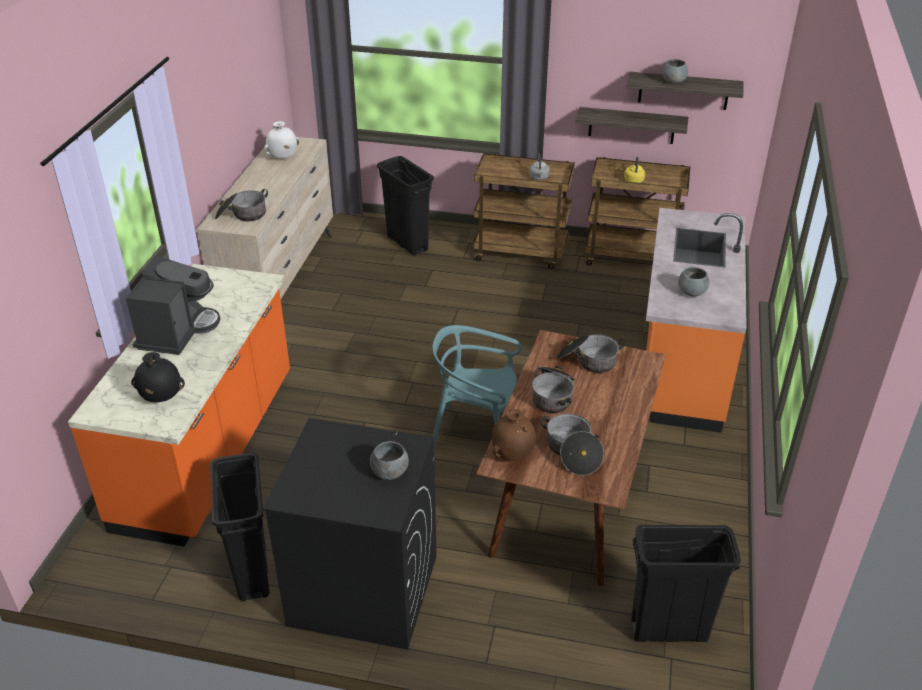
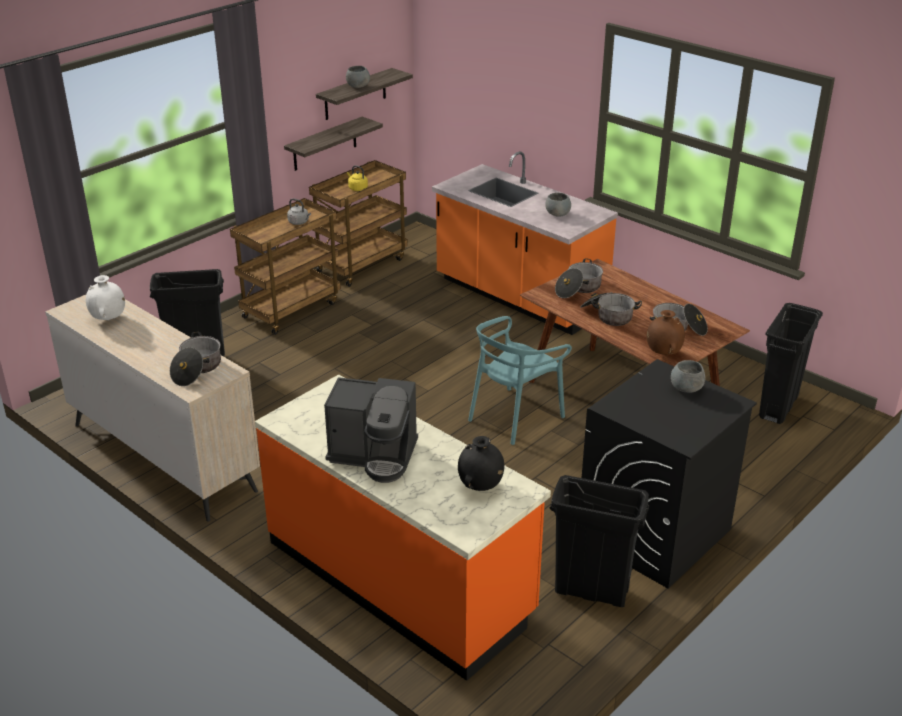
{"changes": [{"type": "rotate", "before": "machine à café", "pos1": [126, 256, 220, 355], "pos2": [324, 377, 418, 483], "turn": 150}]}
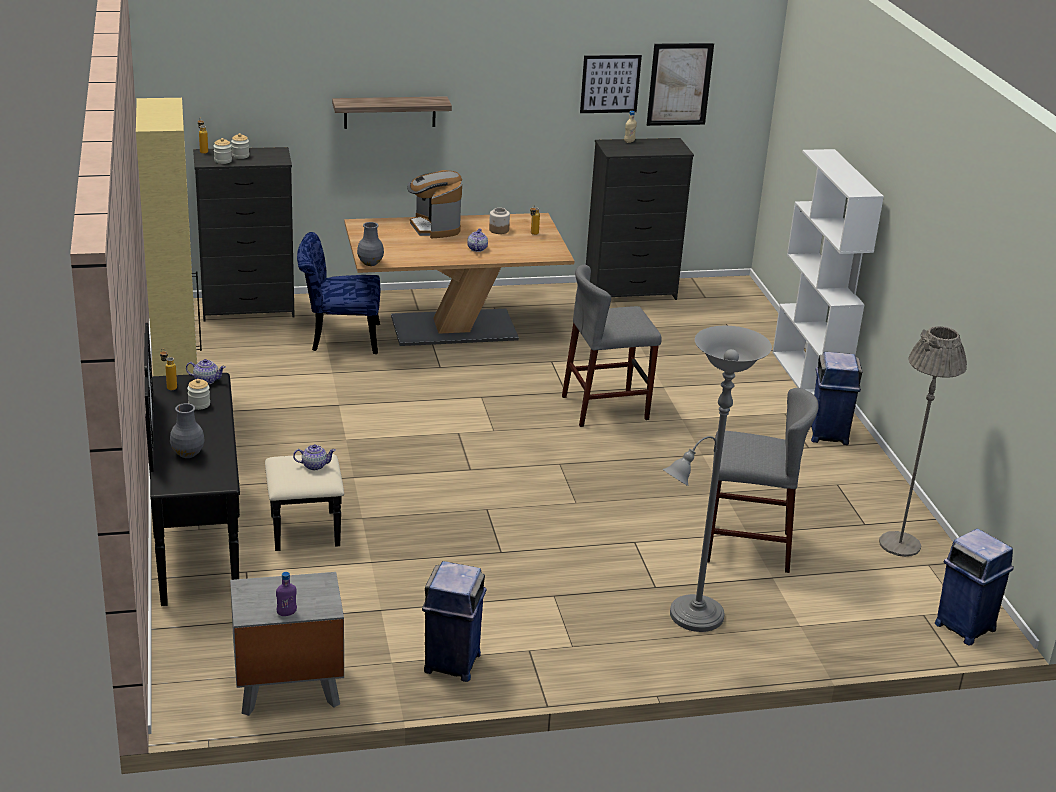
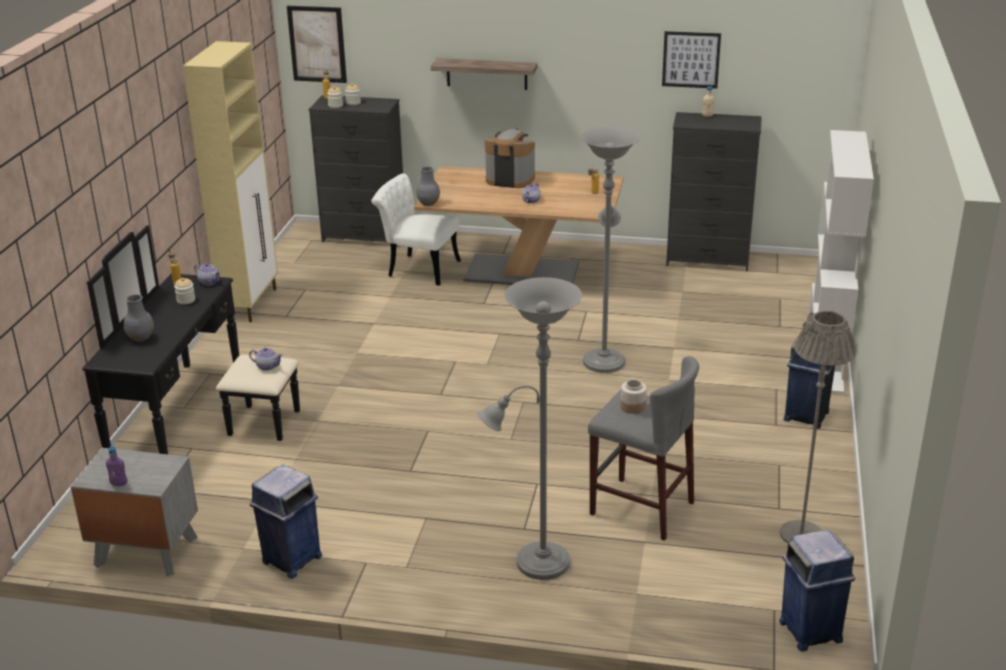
{"changes": [{"type": "recolor", "before": "chaise [bleu]", "after": "chaise [blanc]", "pos1": [297, 232, 380, 354], "pos2": [371, 173, 461, 286]}, {"type": "rotate", "before": "machine à café", "pos1": [407, 170, 462, 238], "pos2": [485, 128, 535, 188], "turn": 105}, {"type": "move", "before": "bocal", "pos1": [489, 208, 510, 234], "pos2": [620, 380, 647, 414]}, {"type": "replace", "before": "tabouret [gris]", "after": "lampadaire [gris]", "pos1": [562, 265, 662, 427], "pos2": [581, 127, 640, 373]}, {"type": "move", "before": "tableau", "pos1": [647, 43, 714, 126], "pos2": [287, 6, 347, 83]}]}
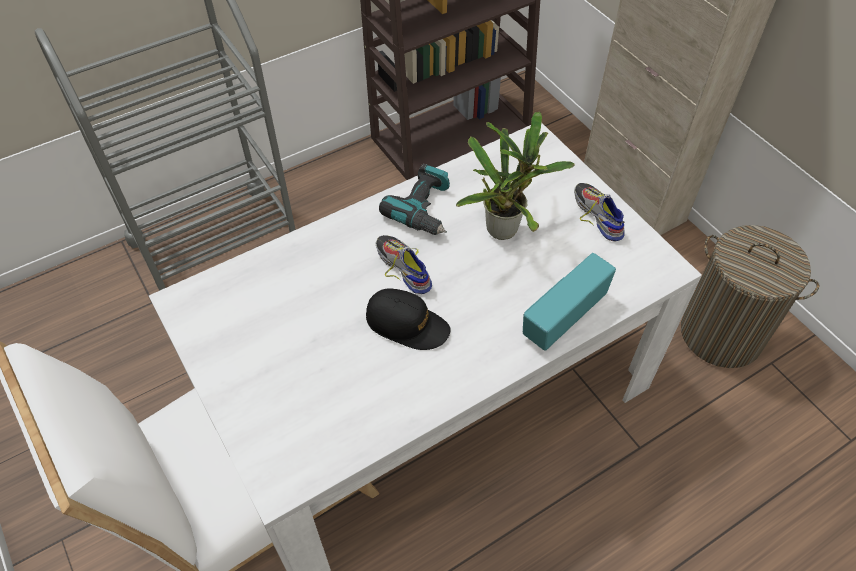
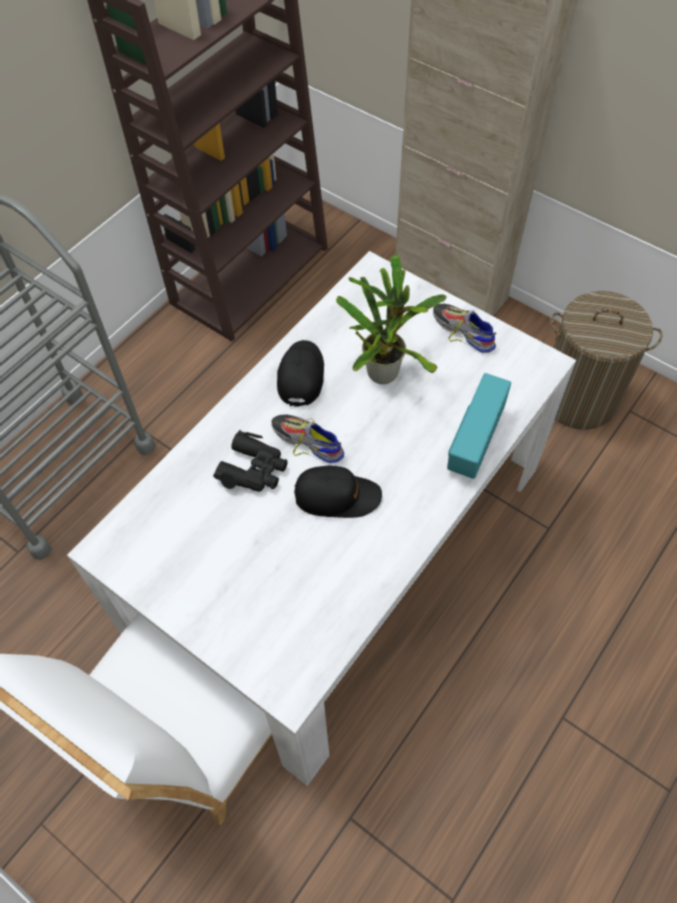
{"changes": [{"type": "replace", "before": "perceuse", "after": "casquette [noir]", "pos1": [379, 164, 450, 235], "pos2": [277, 340, 324, 407]}, {"type": "insert", "after": "jumelles [noir]", "pos2": [213, 430, 288, 492]}]}
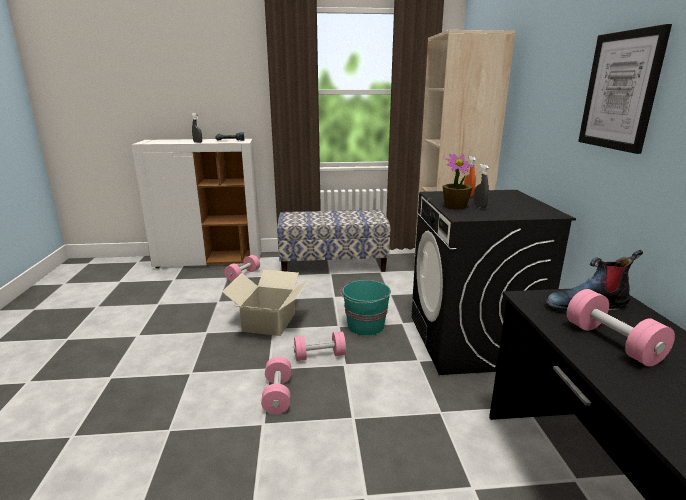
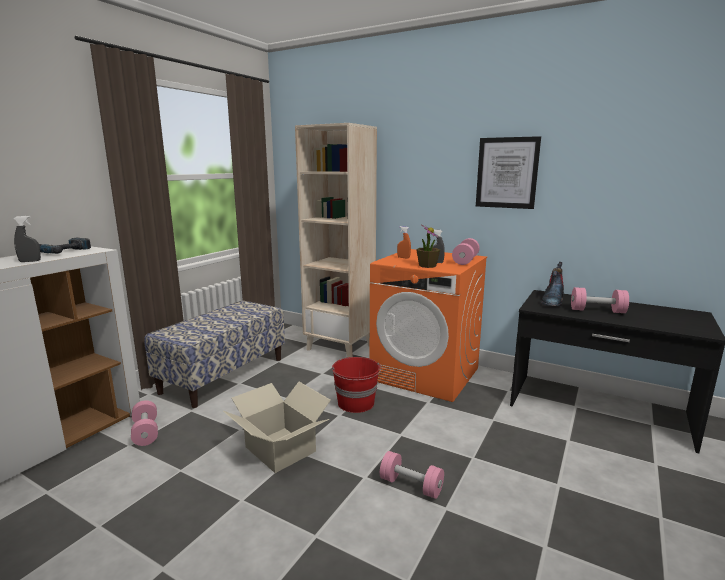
{"changes": [{"type": "move", "before": "haltère [rose]", "pos1": [294, 332, 346, 361], "pos2": [452, 238, 480, 265]}, {"type": "recolor", "before": "seau [turquoise]", "after": "seau [rouge]", "pos1": [340, 280, 391, 336], "pos2": [332, 357, 381, 413]}, {"type": "recolor", "before": "lave-linge [noir]", "after": "lave-linge [orange]", "pos1": [411, 190, 576, 375], "pos2": [370, 249, 487, 402]}]}
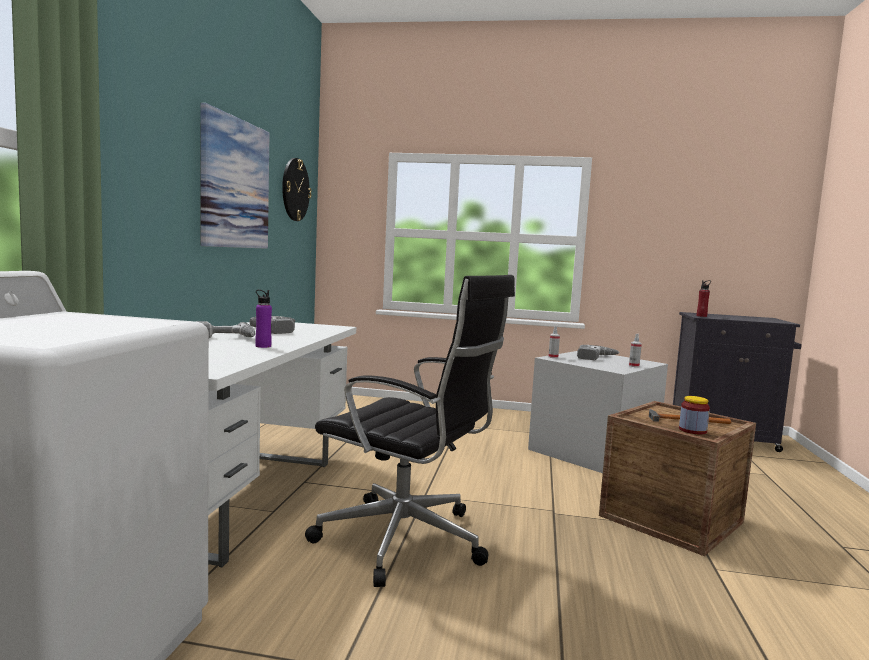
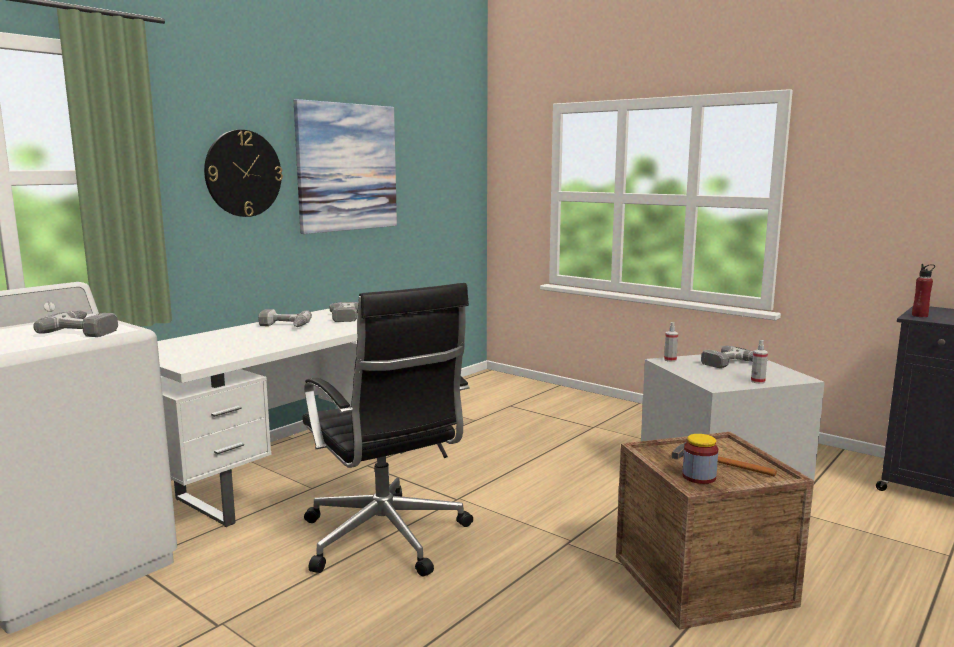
{"changes": [{"type": "delete", "before": "bouteille [violet]", "pos1": [255, 290, 272, 348]}, {"type": "move", "before": "horloge murale", "pos1": [282, 158, 311, 221], "pos2": [204, 130, 283, 217]}, {"type": "insert", "after": "perceuse", "pos2": [33, 311, 118, 337]}]}
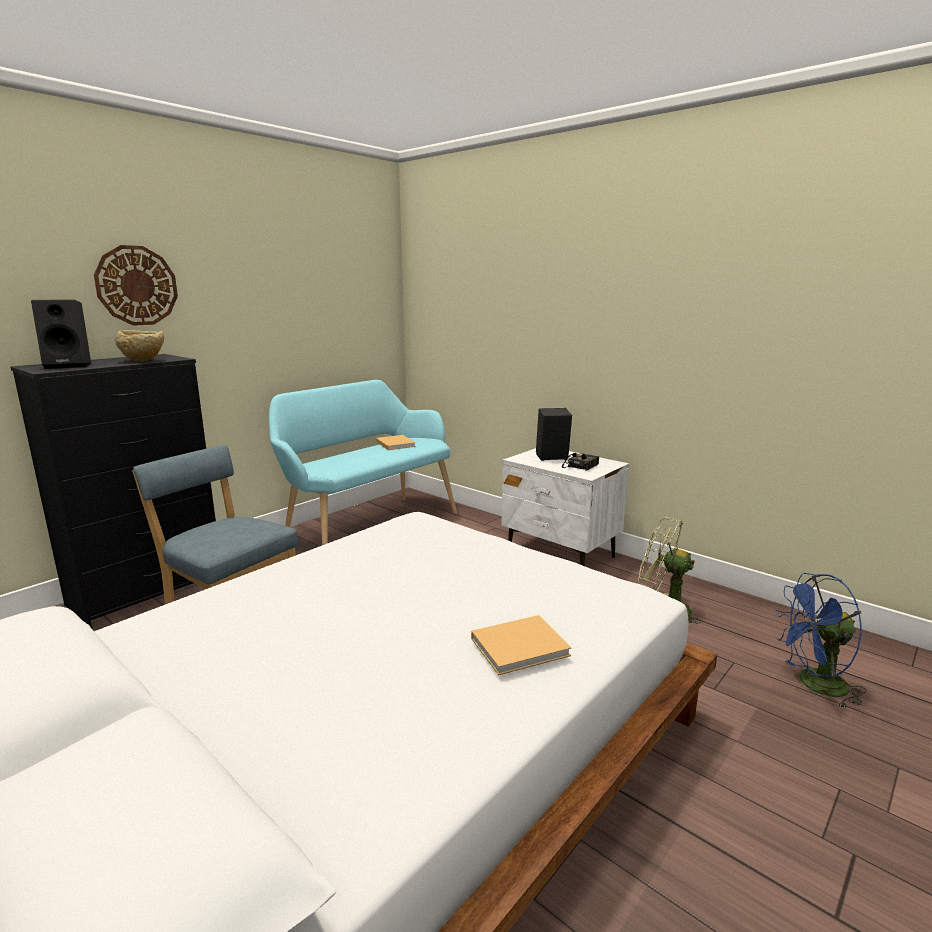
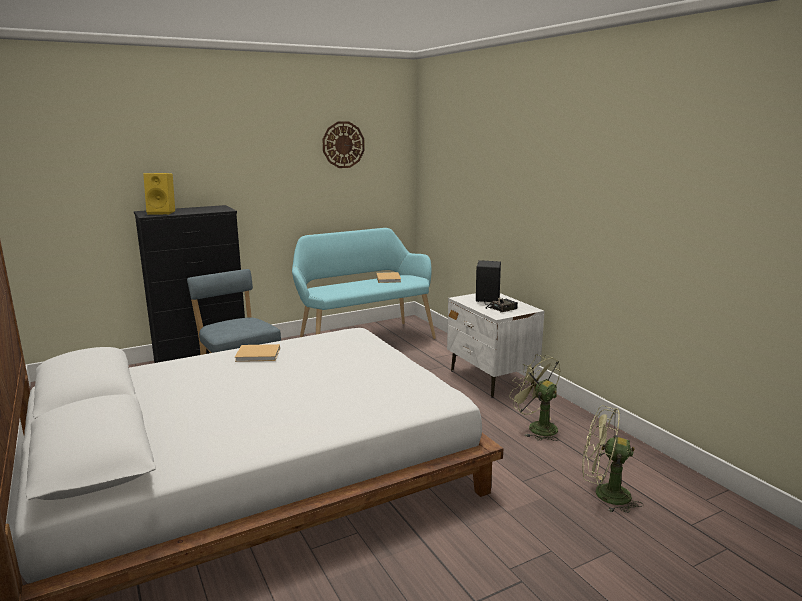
{"changes": [{"type": "recolor", "before": "enceinte [noir]", "after": "enceinte [jaune]", "pos1": [31, 299, 91, 369], "pos2": [143, 173, 175, 215]}, {"type": "move", "before": "horloge murale", "pos1": [94, 245, 178, 326], "pos2": [322, 121, 365, 168]}, {"type": "delete", "before": "bol [beige]", "pos1": [115, 330, 164, 361]}, {"type": "move", "before": "livre [beige]", "pos1": [471, 615, 571, 675], "pos2": [235, 344, 280, 362]}, {"type": "recolor", "before": "ventilateur [bleu]", "after": "ventilateur [vert]", "pos1": [775, 573, 867, 708], "pos2": [582, 405, 643, 513]}]}
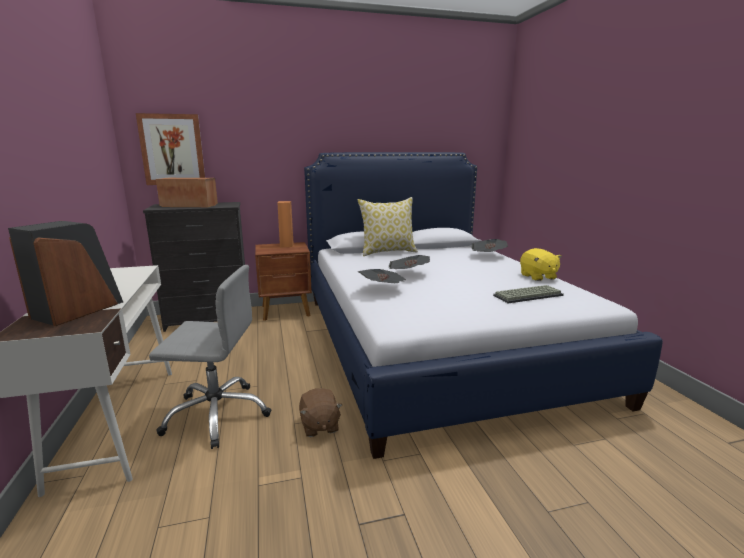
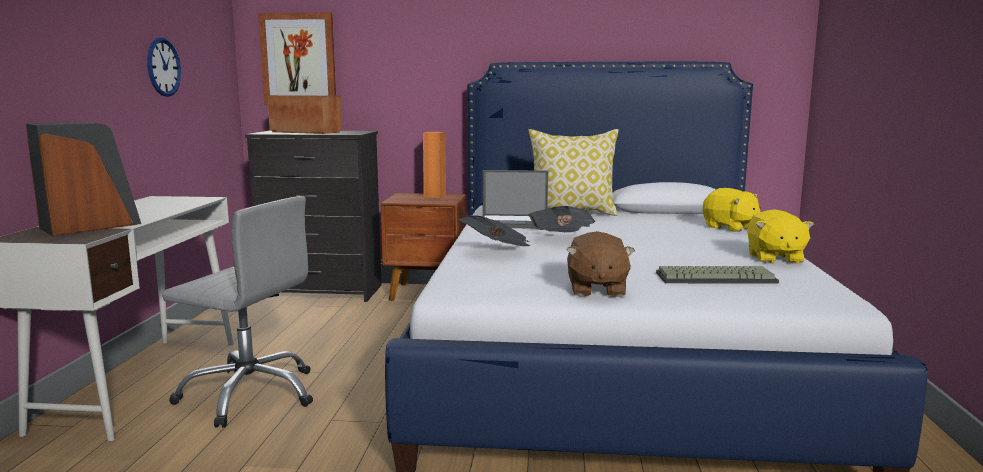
{"changes": [{"type": "move", "before": "peluche [marron]", "pos1": [299, 388, 342, 437], "pos2": [567, 231, 635, 297]}, {"type": "replace", "before": "journal", "after": "peluche [jaune]", "pos1": [472, 239, 508, 252], "pos2": [703, 188, 761, 232]}, {"type": "insert", "after": "horloge murale", "pos2": [147, 38, 181, 97]}, {"type": "insert", "after": "ordinateur portable", "pos2": [482, 170, 548, 229]}]}
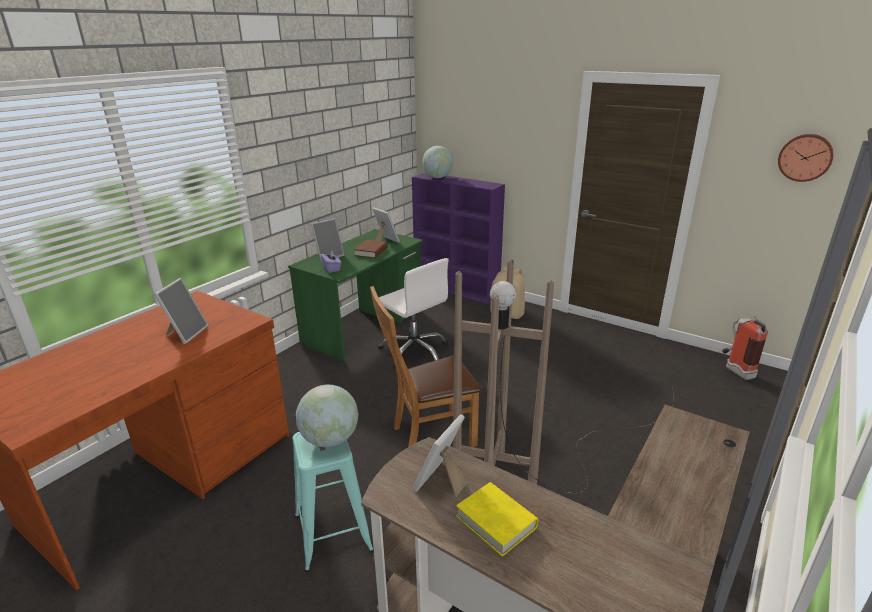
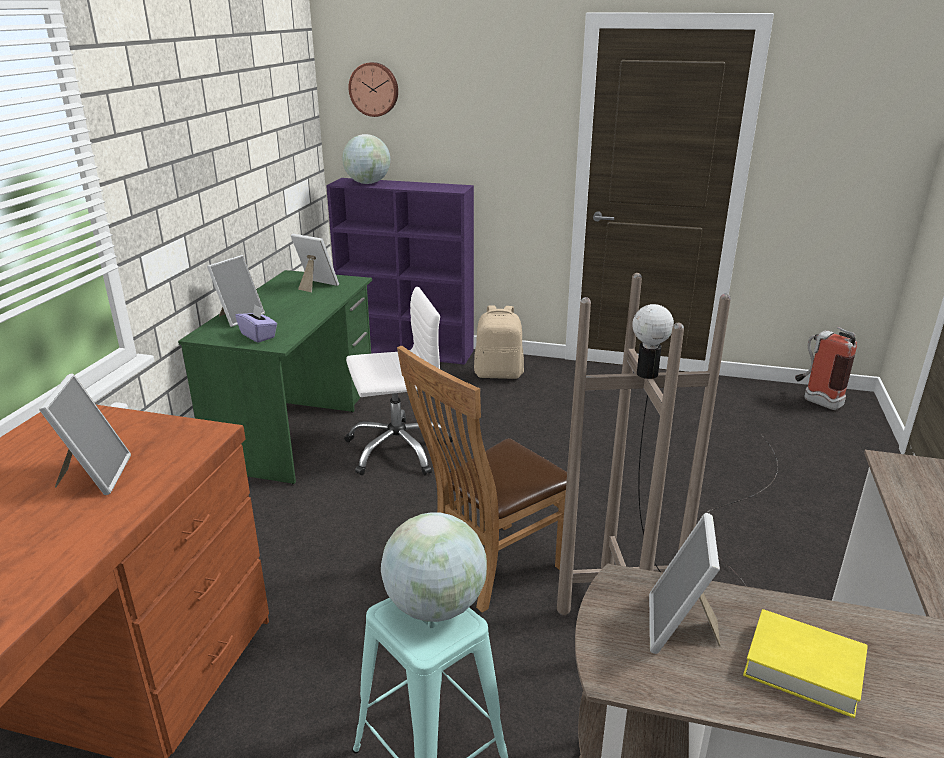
{"changes": [{"type": "delete", "before": "livre [marron]", "pos1": [354, 240, 388, 258]}, {"type": "rotate", "before": "chaise de bureau [blanc]", "pos1": [378, 258, 448, 369], "pos2": [344, 287, 453, 475], "turn": -45}, {"type": "move", "before": "horloge murale", "pos1": [778, 134, 834, 182], "pos2": [348, 62, 398, 117]}]}
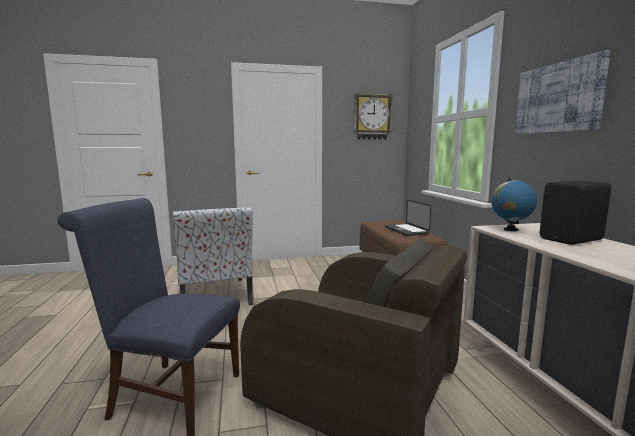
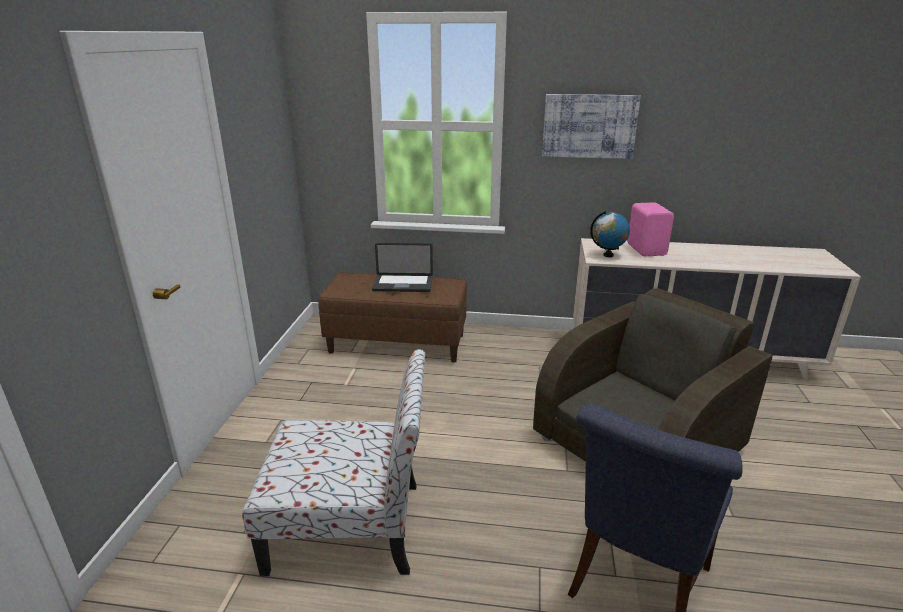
{"changes": [{"type": "delete", "before": "horloge murale", "pos1": [354, 93, 393, 140]}, {"type": "recolor", "before": "enceinte [noir]", "after": "enceinte [rose]", "pos1": [539, 181, 611, 245], "pos2": [627, 202, 674, 256]}]}
